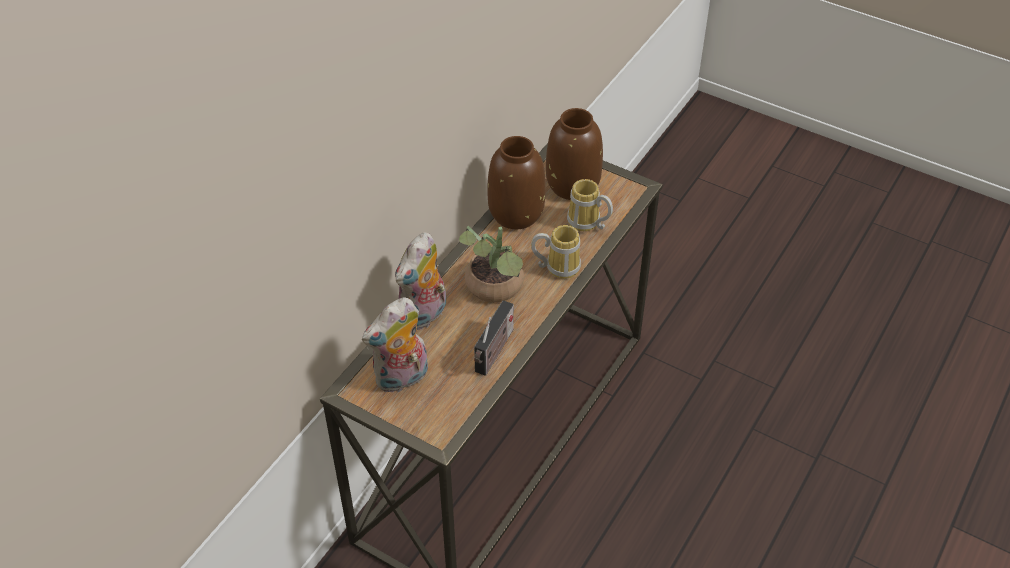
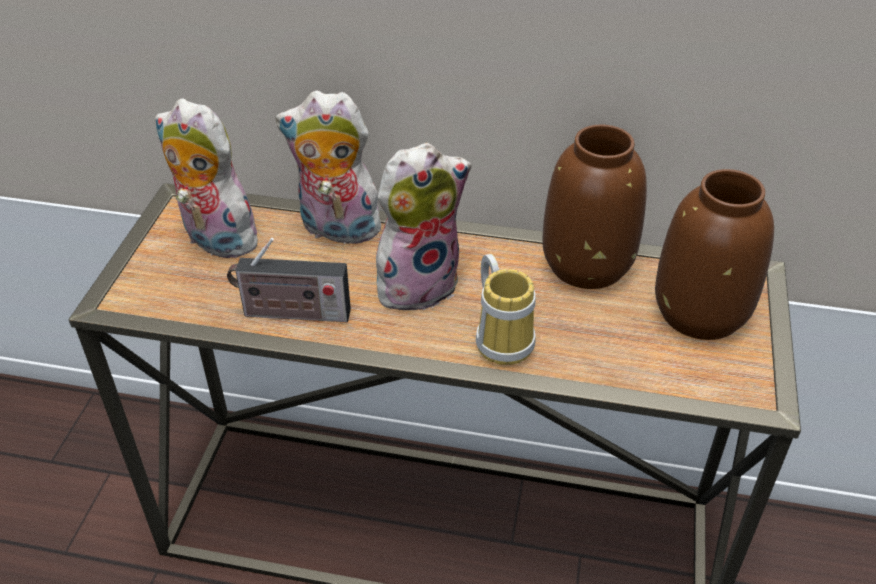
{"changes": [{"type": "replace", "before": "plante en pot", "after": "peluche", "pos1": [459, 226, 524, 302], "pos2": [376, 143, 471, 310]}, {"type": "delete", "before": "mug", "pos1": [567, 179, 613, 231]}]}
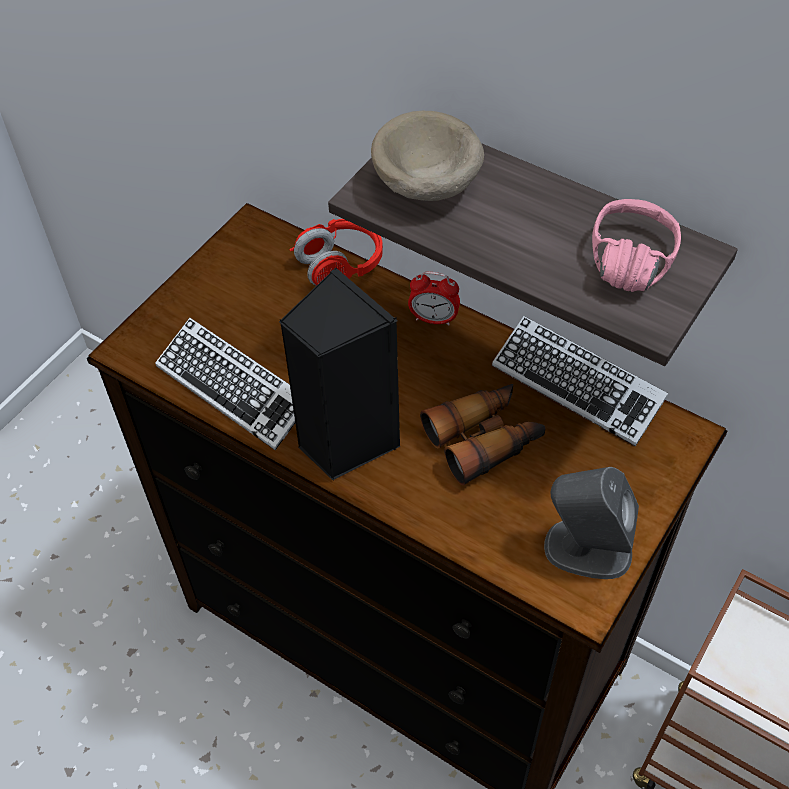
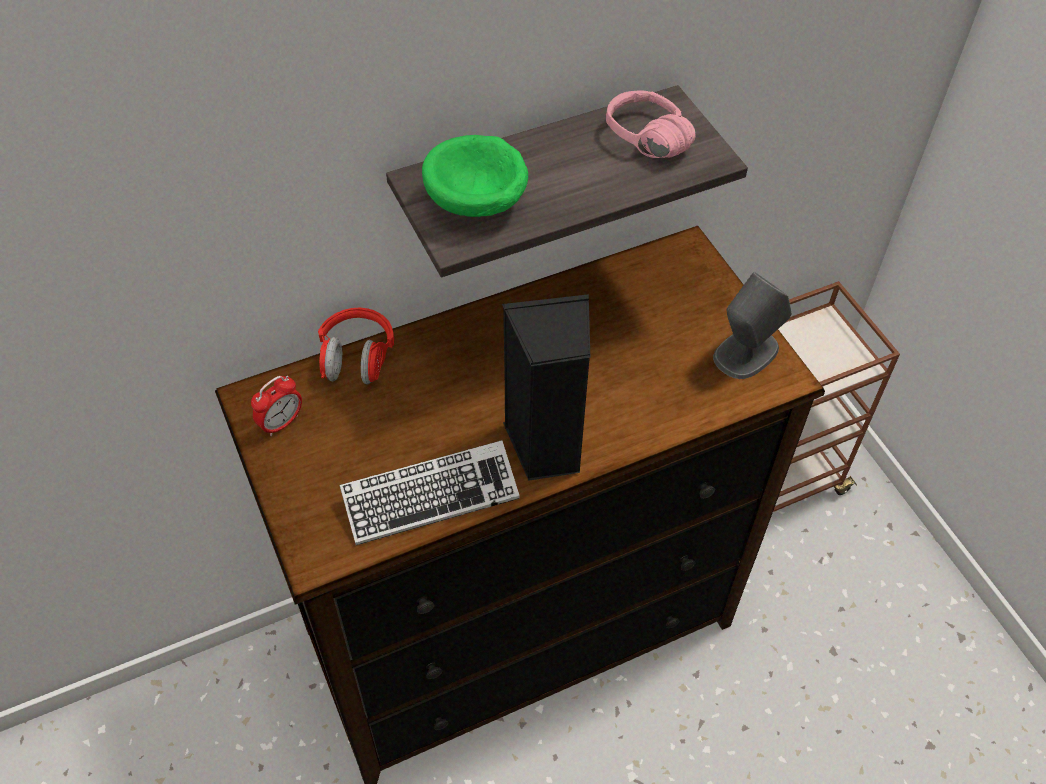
{"changes": [{"type": "recolor", "before": "bol [beige]", "after": "bol [vert]", "pos1": [371, 111, 484, 201], "pos2": [422, 135, 528, 217]}, {"type": "move", "before": "réveil", "pos1": [408, 272, 460, 325], "pos2": [251, 376, 302, 436]}, {"type": "delete", "before": "jumelles", "pos1": [420, 384, 546, 485]}, {"type": "delete", "before": "clavier", "pos1": [492, 316, 668, 447]}]}
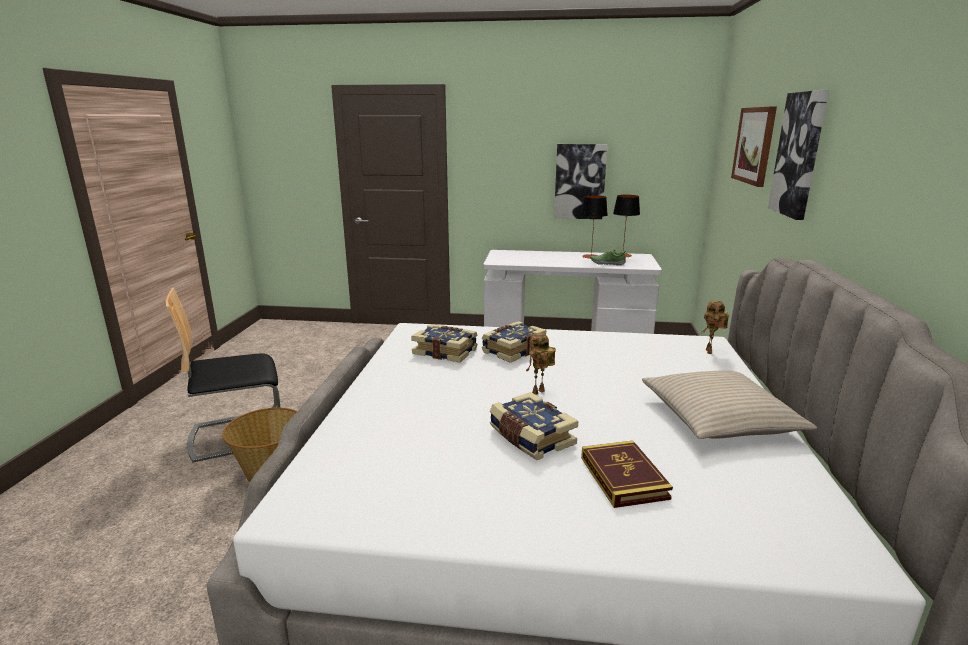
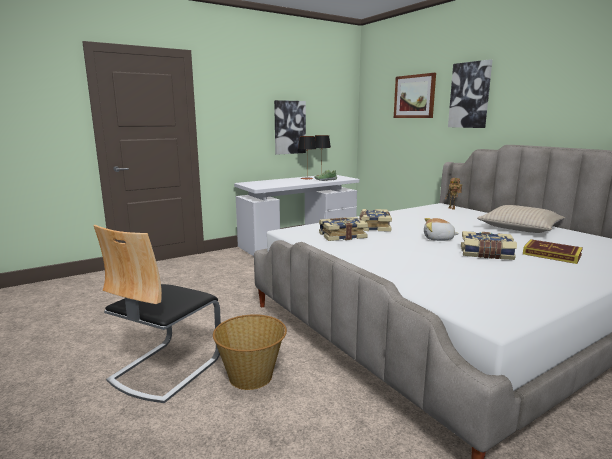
{"changes": [{"type": "replace", "before": "robot jouet", "after": "peluche", "pos1": [526, 333, 556, 395], "pos2": [424, 218, 459, 241]}]}
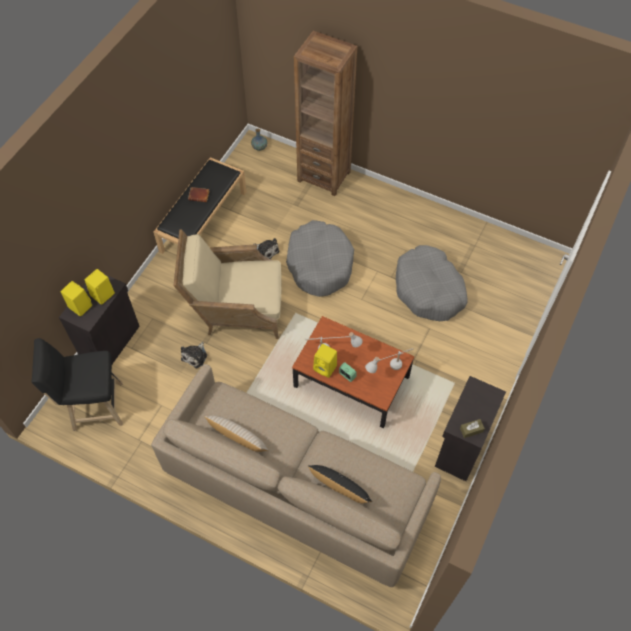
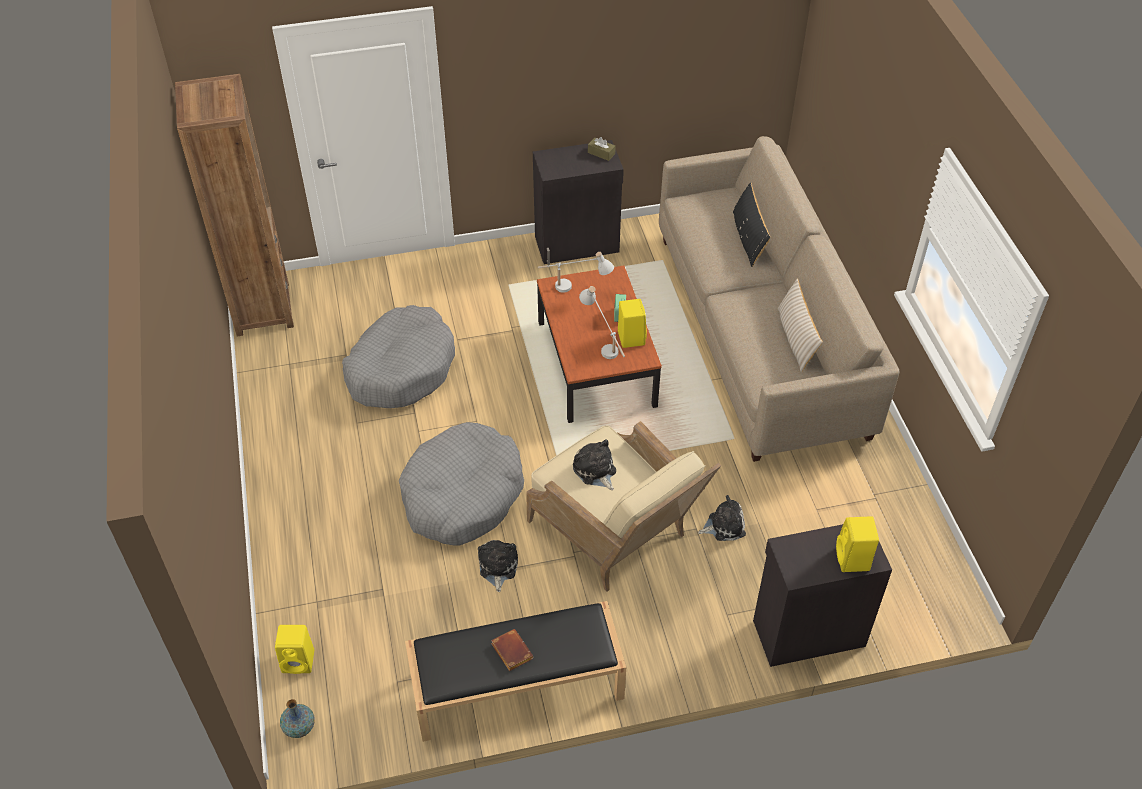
{"changes": [{"type": "delete", "before": "tabouret [noir]", "pos1": [32, 338, 123, 431]}, {"type": "move", "before": "enceinte [jaune]", "pos1": [85, 269, 115, 305], "pos2": [275, 625, 314, 674]}, {"type": "move", "before": "bibliothèque [marron]", "pos1": [294, 31, 357, 196], "pos2": [175, 74, 294, 336]}, {"type": "insert", "after": "peluche", "pos2": [573, 439, 616, 490]}]}
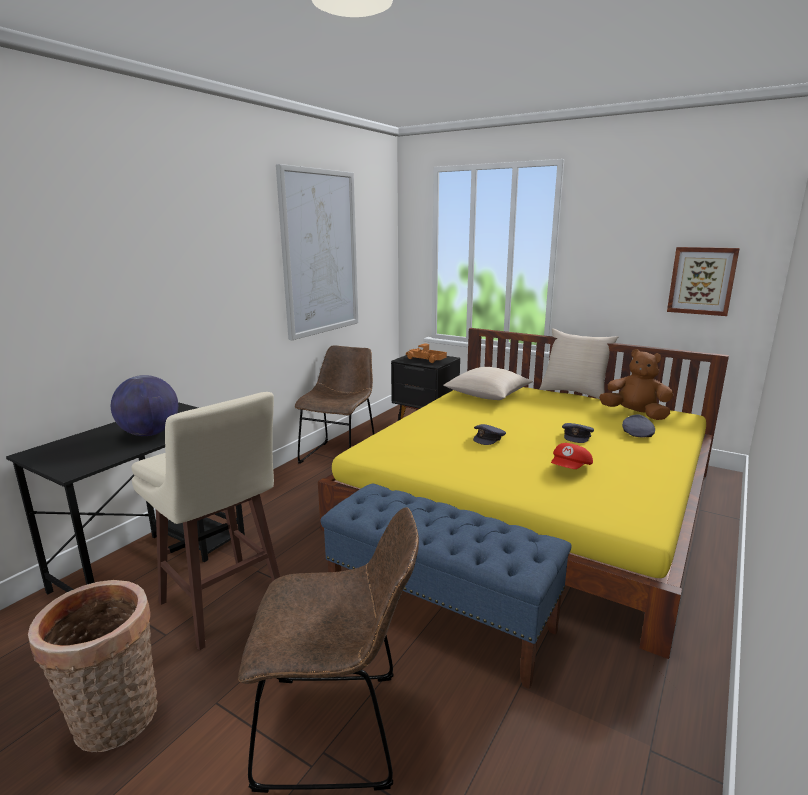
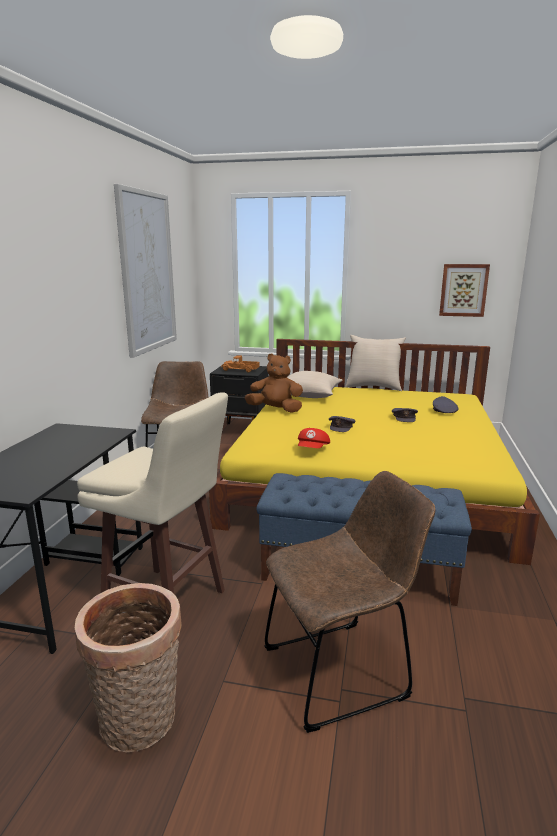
{"changes": [{"type": "delete", "before": "globe", "pos1": [111, 375, 178, 436]}, {"type": "move", "before": "casquette [rouge]", "pos1": [551, 443, 593, 469], "pos2": [298, 428, 330, 448]}, {"type": "move", "before": "peluche [marron]", "pos1": [599, 349, 674, 420], "pos2": [245, 353, 303, 413]}]}
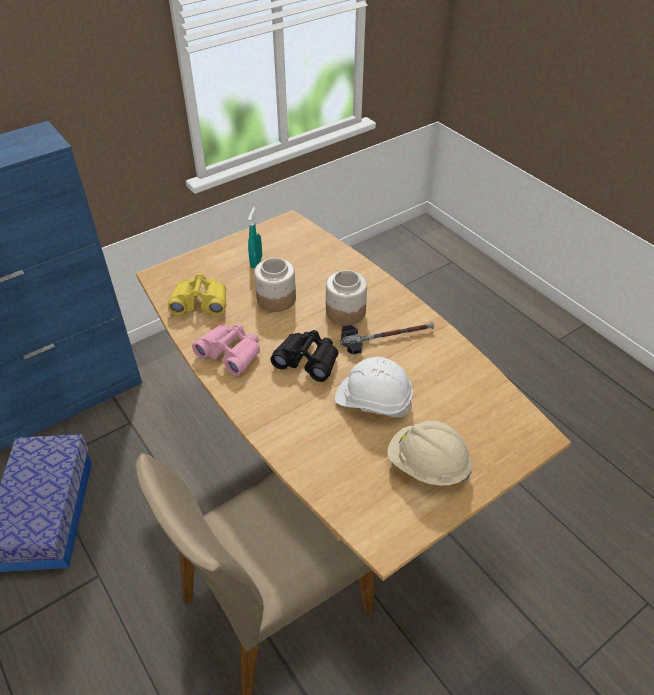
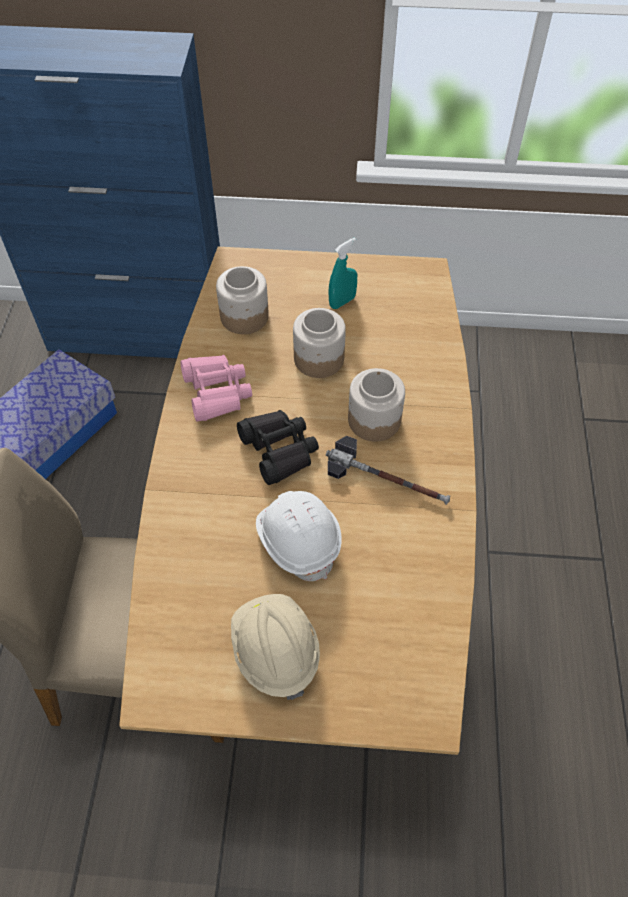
{"changes": [{"type": "replace", "before": "jumelles [jaune]", "after": "bocal", "pos1": [168, 273, 226, 316], "pos2": [216, 266, 269, 334]}]}
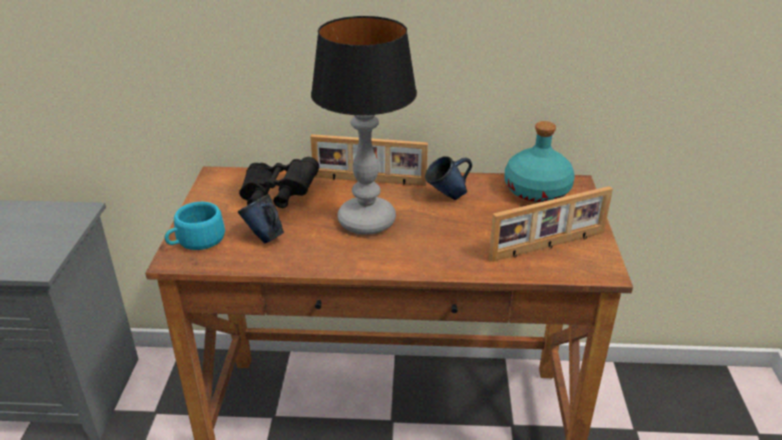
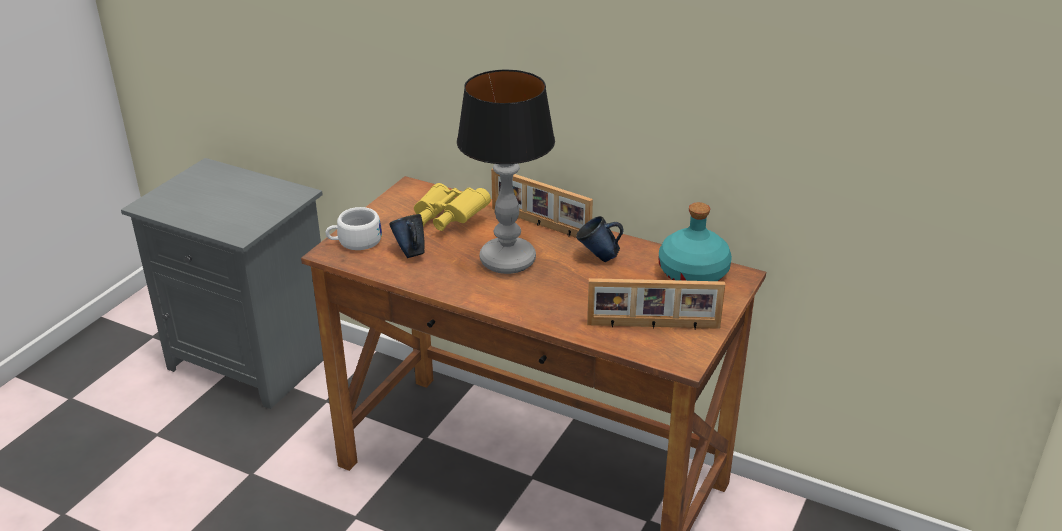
{"changes": [{"type": "recolor", "before": "tasse [turquoise]", "after": "tasse [blanc]", "pos1": [165, 202, 225, 250], "pos2": [326, 207, 382, 250]}, {"type": "recolor", "before": "jumelles [noir]", "after": "jumelles [jaune]", "pos1": [239, 157, 319, 208], "pos2": [414, 183, 491, 231]}]}
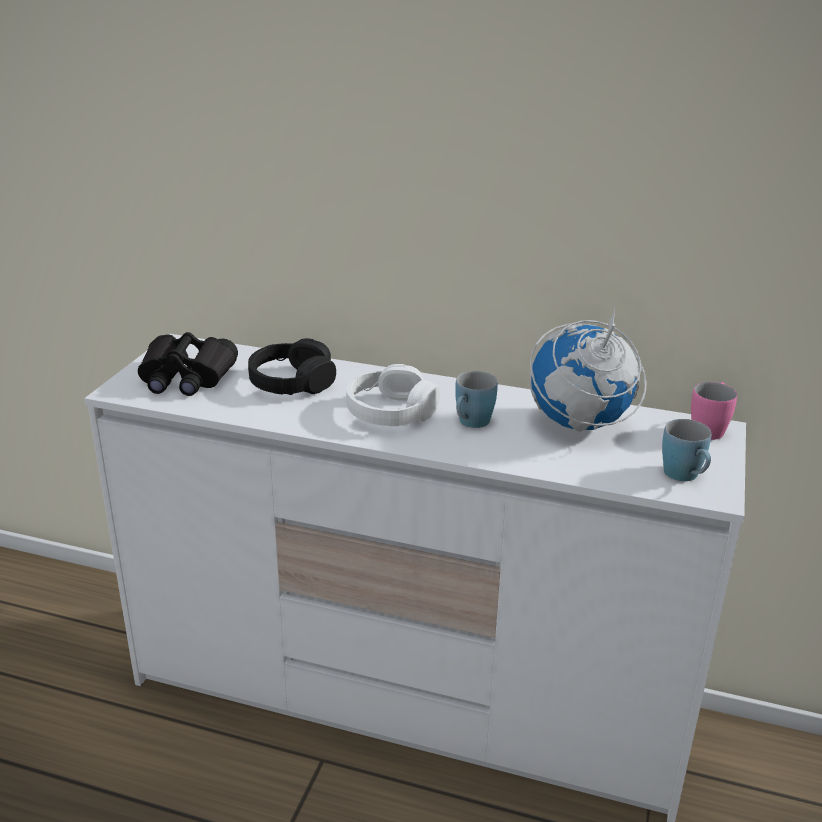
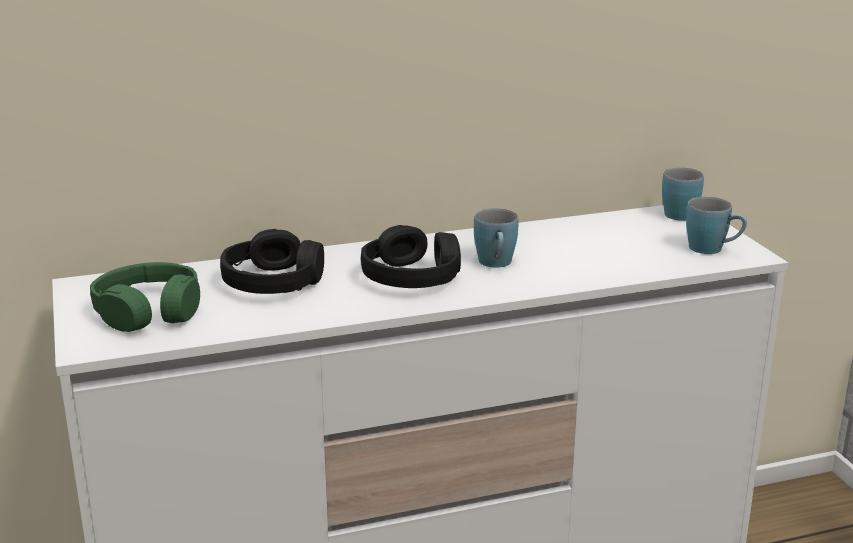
{"changes": [{"type": "replace", "before": "jumelles [noir]", "after": "casque audio [vert]", "pos1": [138, 332, 238, 396], "pos2": [90, 262, 200, 332]}, {"type": "recolor", "before": "casque audio [blanc]", "after": "casque audio [noir]", "pos1": [346, 364, 440, 426], "pos2": [361, 225, 461, 288]}, {"type": "delete", "before": "globe", "pos1": [530, 308, 646, 432]}, {"type": "recolor", "before": "mug [rose]", "after": "mug [bleu]", "pos1": [691, 382, 737, 440], "pos2": [662, 167, 704, 221]}]}
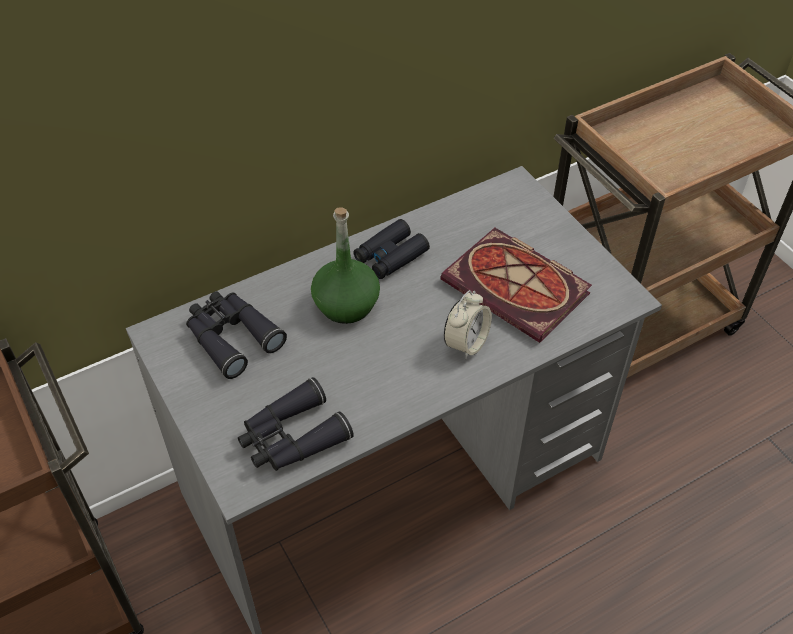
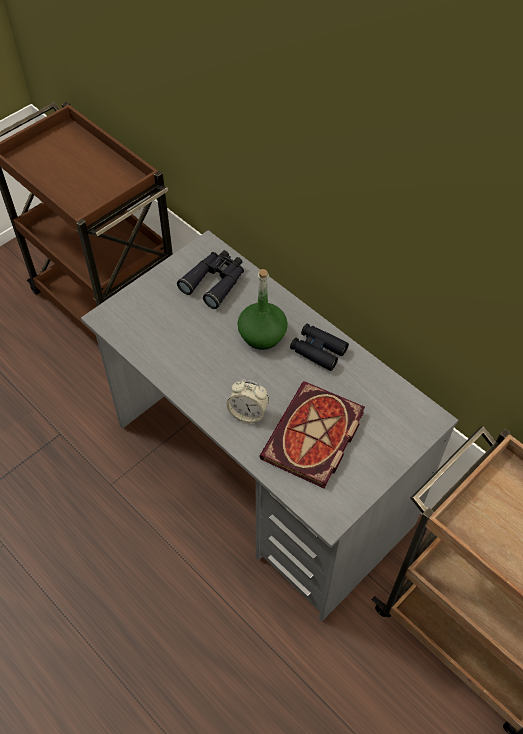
{"changes": [{"type": "delete", "before": "jumelles [noir]", "pos1": [238, 377, 354, 471]}]}
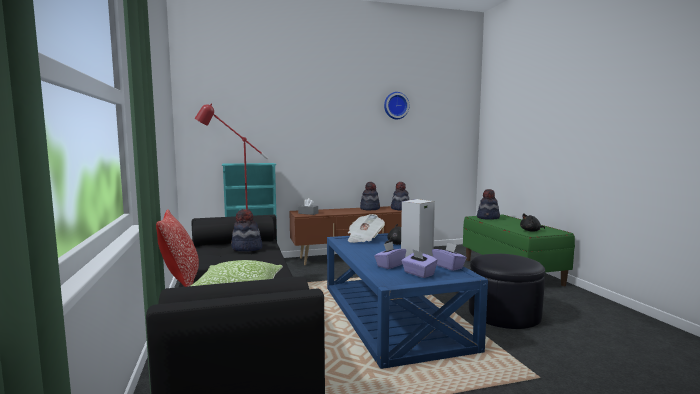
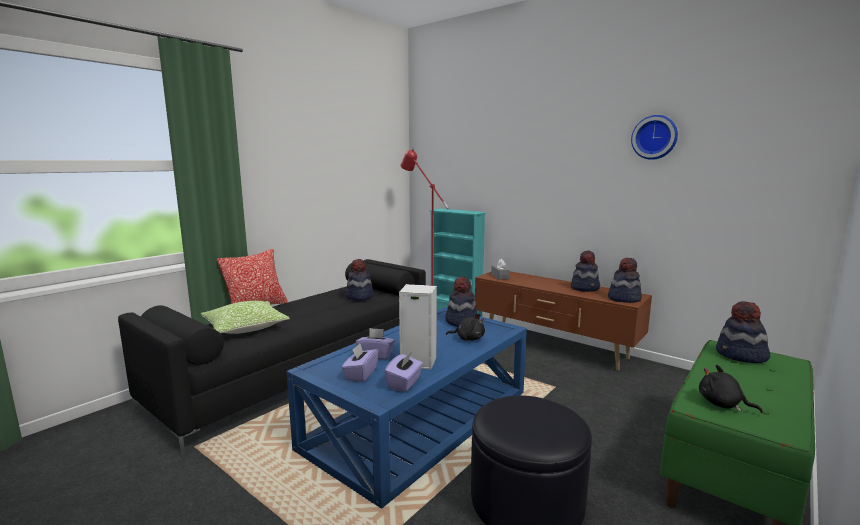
{"changes": [{"type": "replace", "before": "journal", "after": "chapeau", "pos1": [348, 214, 385, 243], "pos2": [445, 277, 478, 327]}]}
